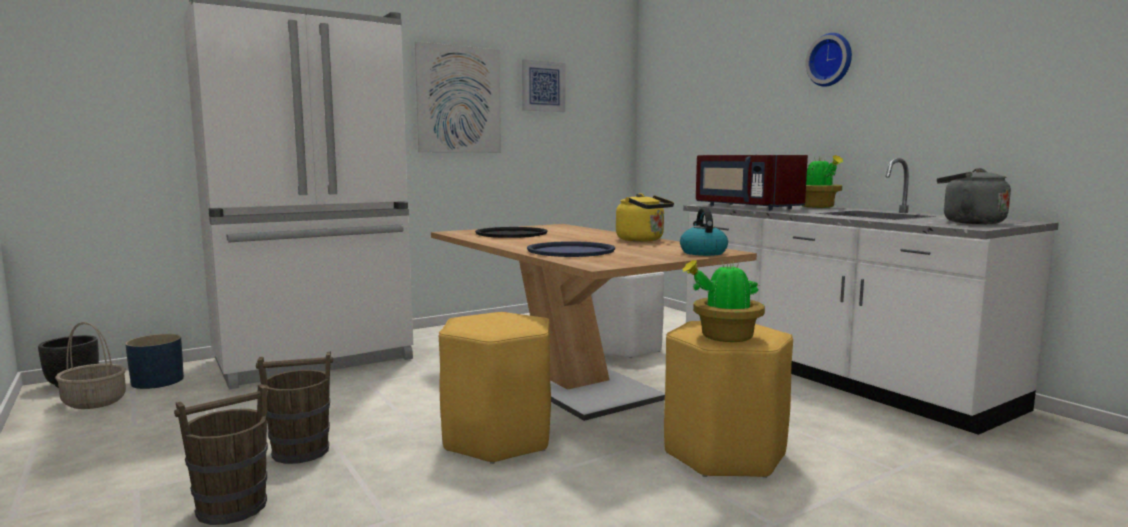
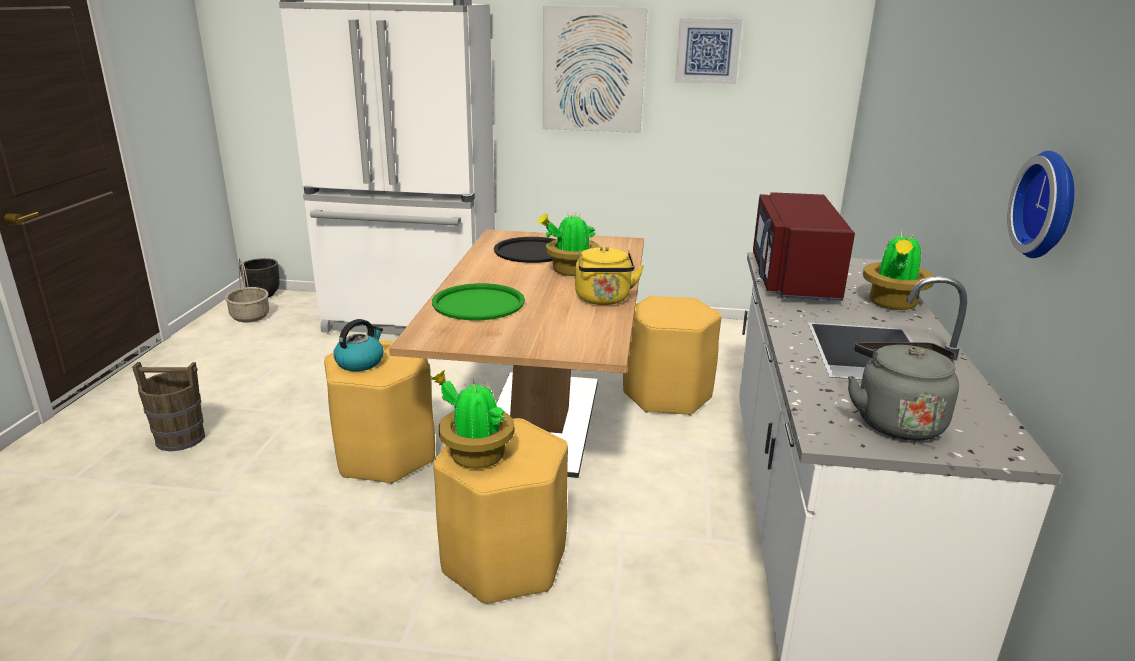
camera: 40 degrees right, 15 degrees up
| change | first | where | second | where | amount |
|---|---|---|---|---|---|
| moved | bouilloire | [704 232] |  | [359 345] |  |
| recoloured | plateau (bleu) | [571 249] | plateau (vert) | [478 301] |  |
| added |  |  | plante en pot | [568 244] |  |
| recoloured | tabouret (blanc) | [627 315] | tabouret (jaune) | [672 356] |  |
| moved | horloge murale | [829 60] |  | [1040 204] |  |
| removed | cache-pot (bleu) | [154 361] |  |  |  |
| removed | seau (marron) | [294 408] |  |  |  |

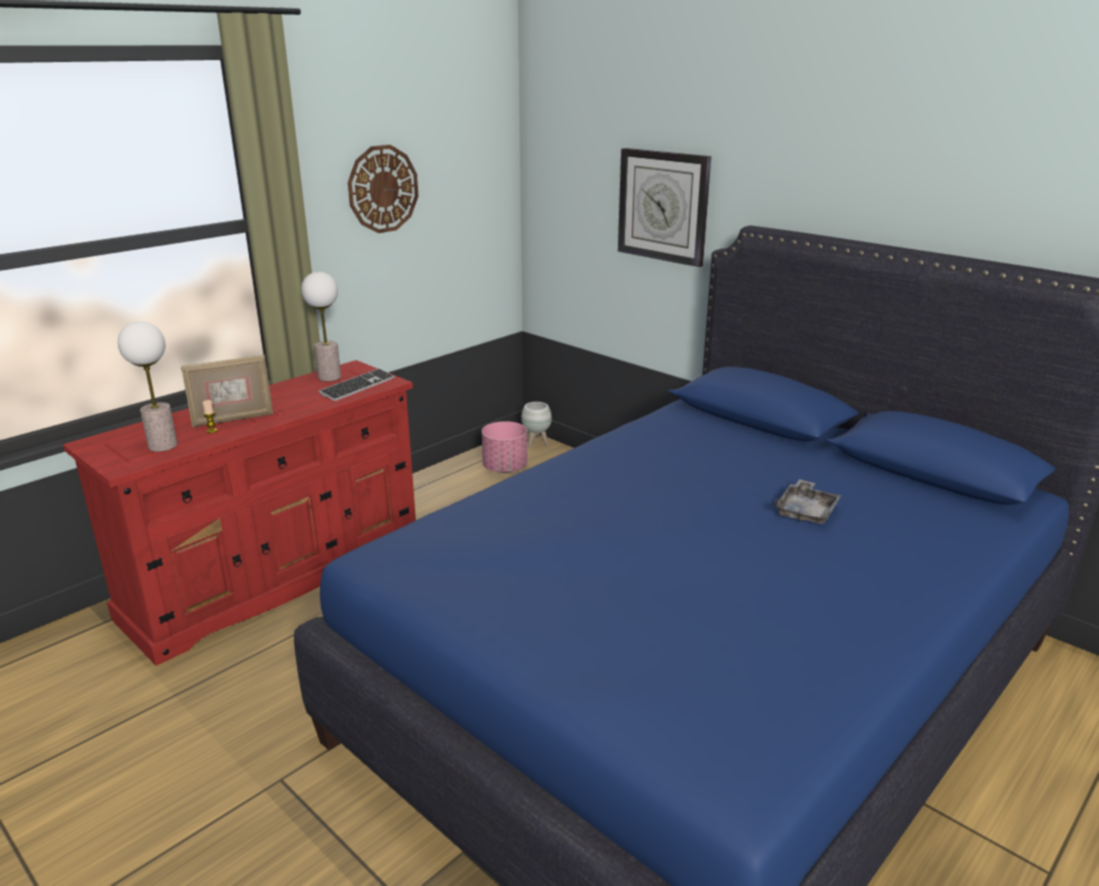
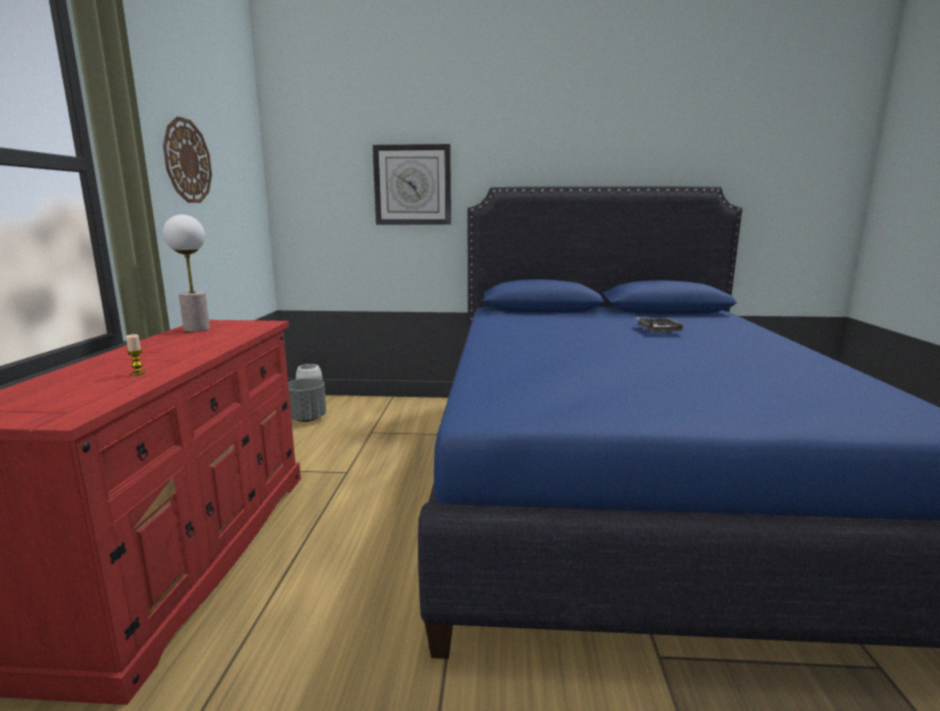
camera: 40 degrees left, 10 degrees down
| change | first | where | second | where | amount |
|---|---|---|---|---|---|
| recoloured | cache-pot (rose) | [504 447] | cache-pot (gris) | [307 400] |  |
| removed | lampe de table | [148 386] |  |  |  |
| removed | cadre photo | [227 391] |  |  |  |
| removed | clavier | [357 384] |  |  |  |

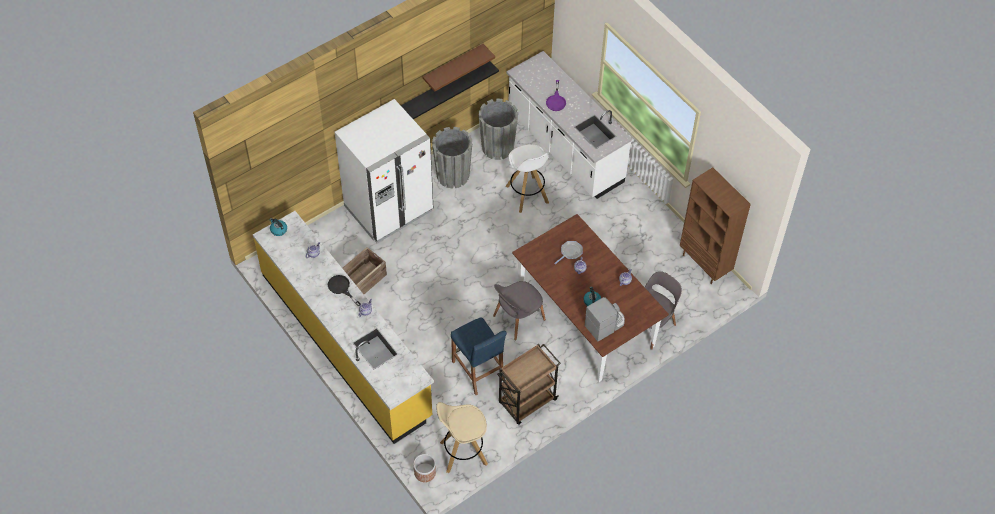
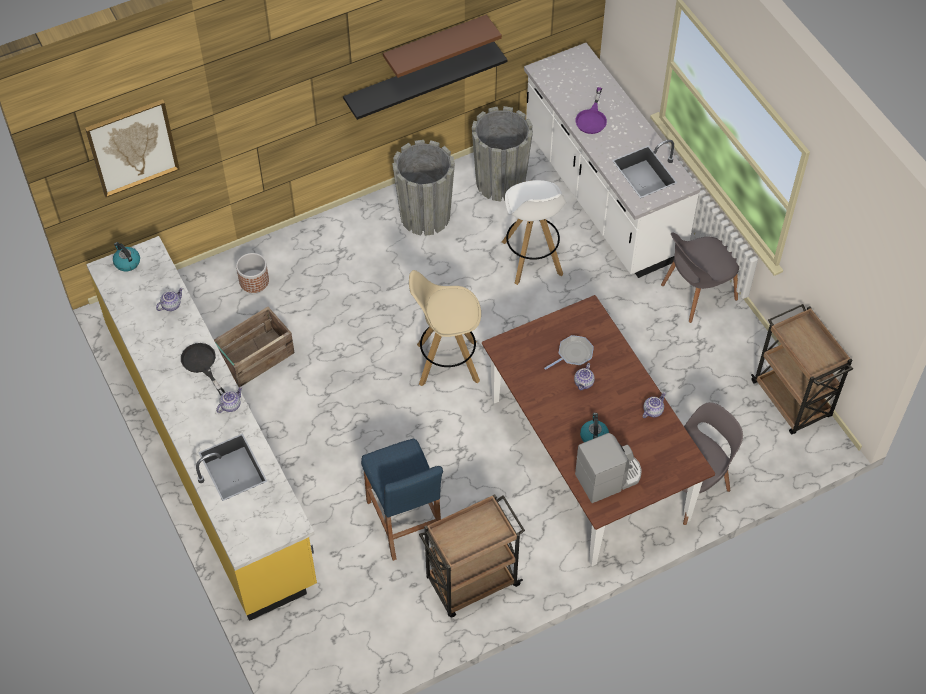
camera: 10 degrees right, 0 degrees up
| change | first | where | second | where | amount |
|---|---|---|---|---|---|
| added |  |  | tableau | [132 148] |  |
| moved | cache-pot | [424 468] |  | [252 273] |  |
| moved | tabouret (beige) | [462 437] |  | [445 328] |  |
| moved | chaise (gris) | [519 310] |  | [700 277] |  |
| replaced | bibliothèque (marron) | [715 225] | chariot (marron) | [802 369] |  |
| removed | réfrigérateur (blanc) | [384 171] |  |  |  |

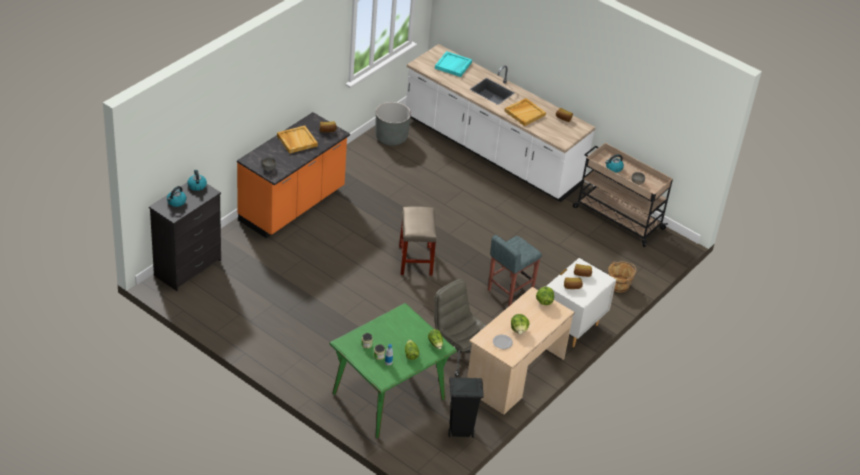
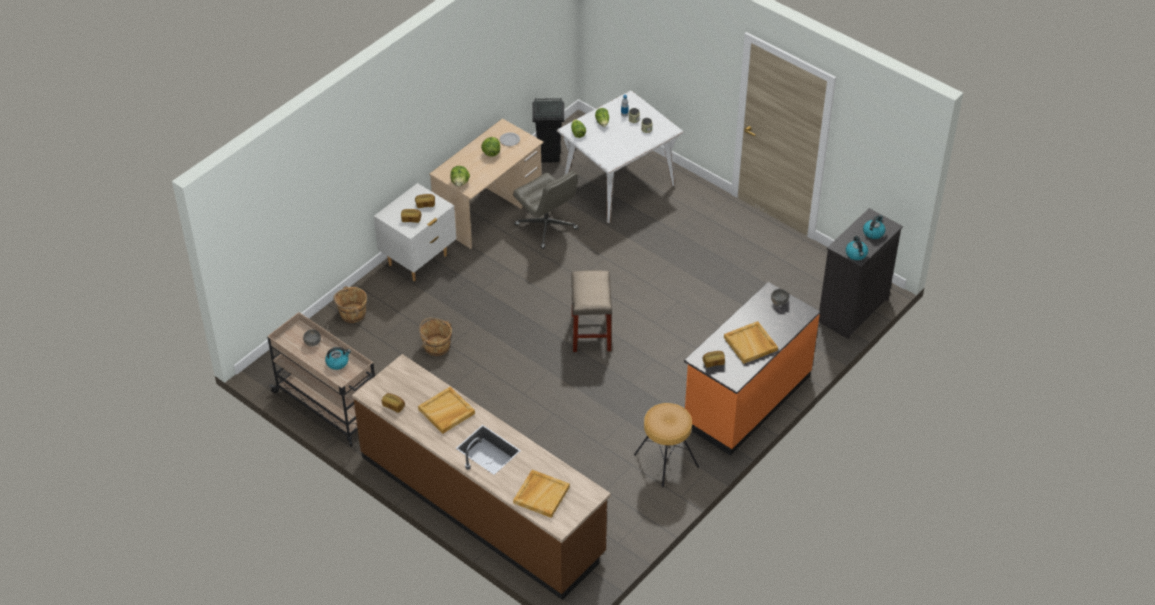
camera: 175 degrees left, 5 degrees up
| change | first | where | second | where | amount |
|---|---|---|---|---|---|
| recoloured | comptoir de cuisine (blanc) | [501 123] | comptoir de cuisine (marron) | [481 477] |  |
| added |  |  | seau (marron) | [435 337] |  |
| recoloured | plateau (turquoise) | [453 64] | plateau (beige) | [541 494] |  |
| recoloured | table à manger (vert) | [393 370] | table à manger (blanc) | [620 156] |  |
| added |  |  | tabouret (marron) | [666 445] |  |
| removed | cache-pot (gris) | [393 124] |  |  |  |
| removed | tabouret (gris) | [515 271] |  |  |  |

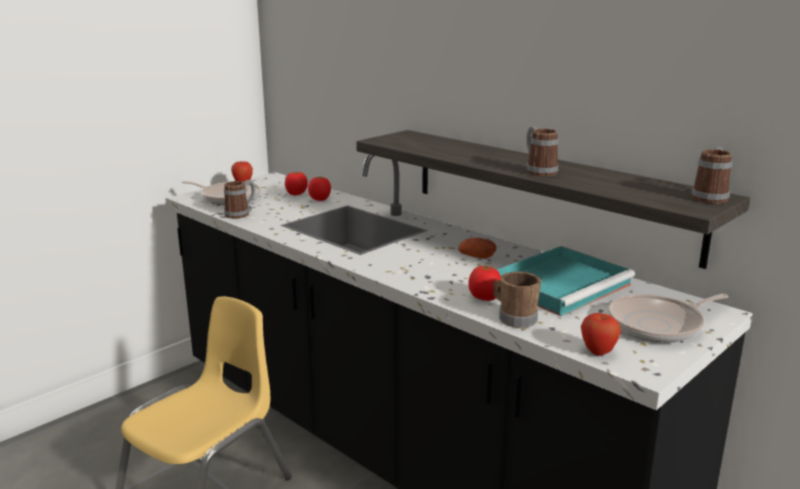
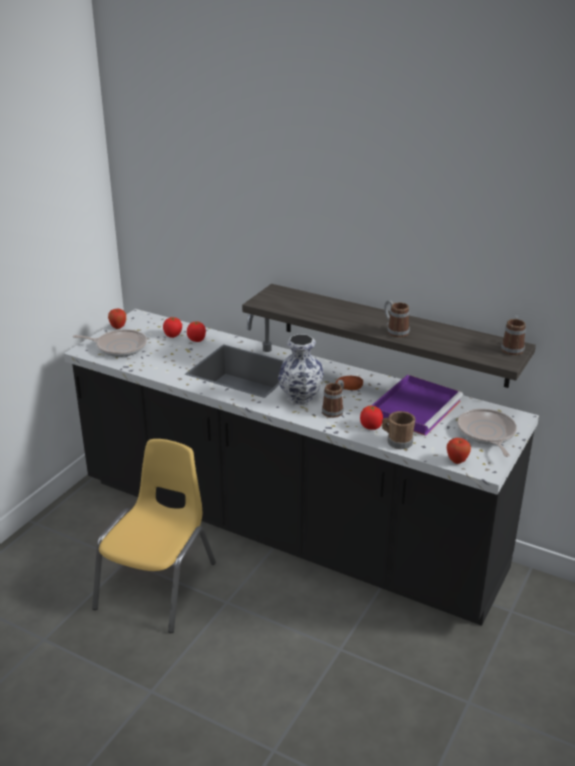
camera: 15 degrees left, 10 degrees up
| change | first | where | second | where | amount |
|---|---|---|---|---|---|
| added |  |  | vase | [301 369] |  |
| moved | mug | [239 199] |  | [333 399] |  |
| recoloured | plateau (turquoise) | [565 281] | plateau (violet) | [417 405] |  |
| turned | poêle | [668 318] |  | [487 433] | 120 degrees clockwise |

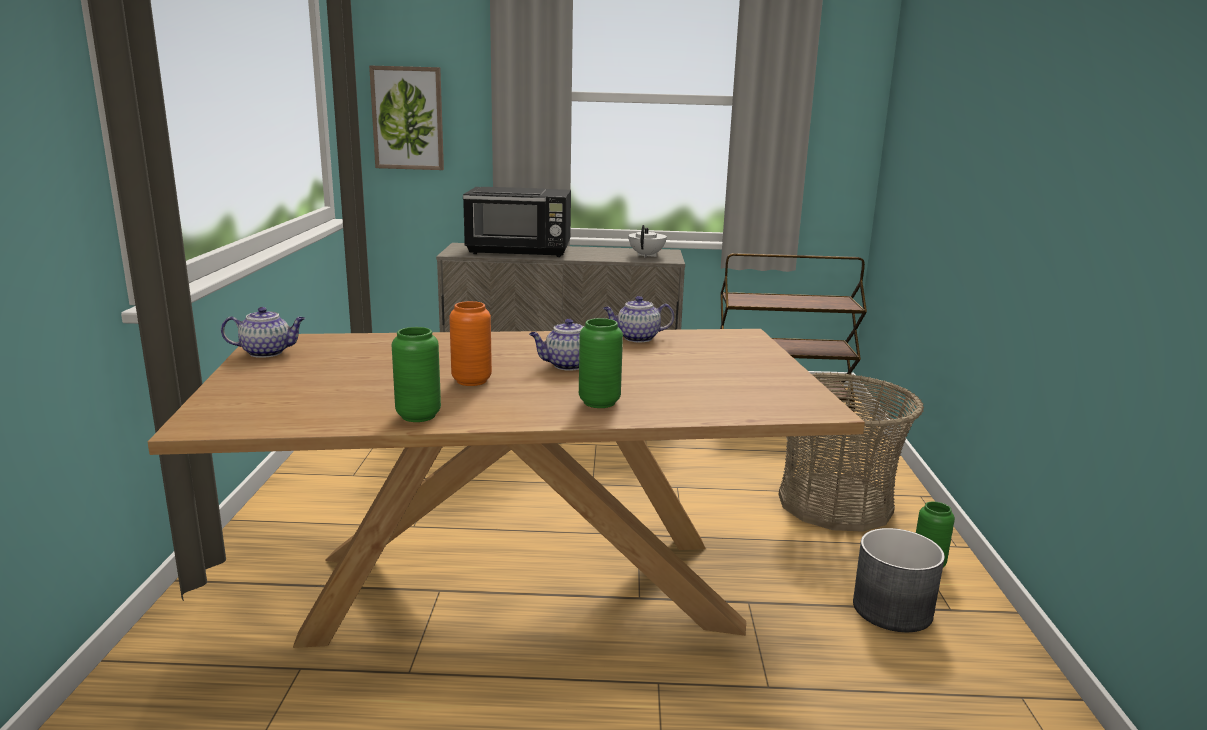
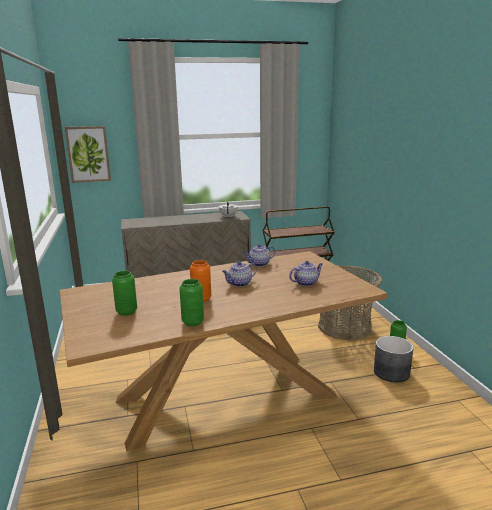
camera: 15 degrees left, 0 degrees up
| change | first | where | second | where | amount |
|---|---|---|---|---|---|
| moved | vase (vert) | [601 363] |  | [124 293] |  |
| moved | théière | [263 332] |  | [306 273] |  |
| removed | micro-ondes (noir) | [517 222] |  |  |  |

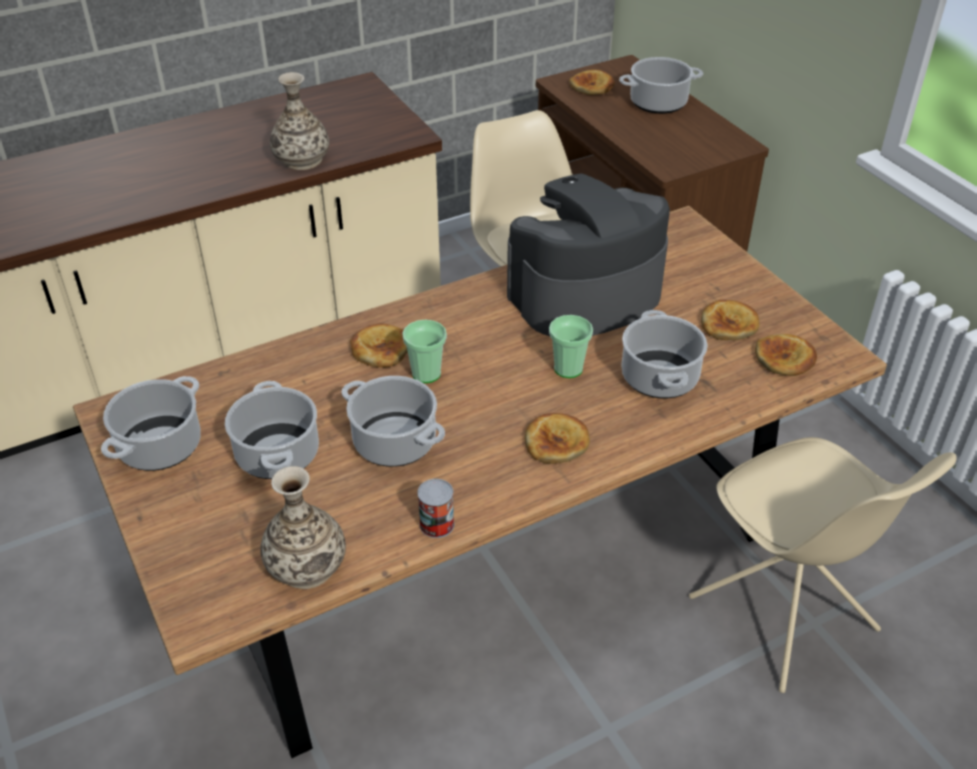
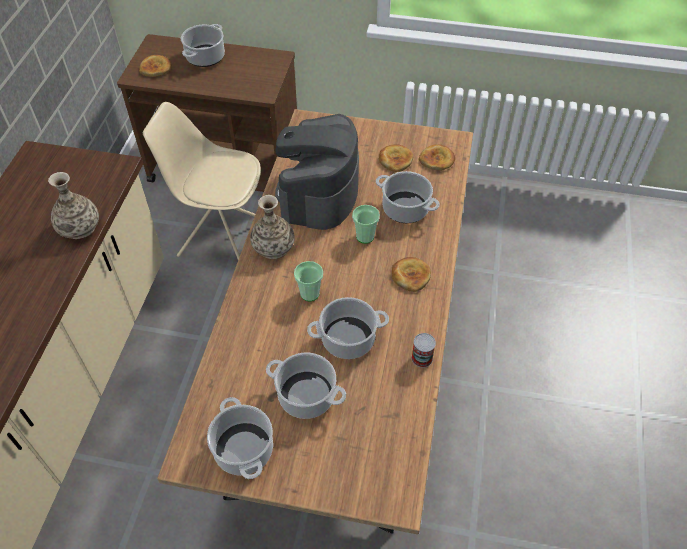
camera: 50 degrees left, 10 degrees up
| change | first | where | second | where | amount |
|---|---|---|---|---|---|
| moved | vase | [303 527] |  | [272 227] |  |
| removed | pain | [379 346] |  |  |  |
| removed | chaise (beige) | [823 565] |  |  |  |

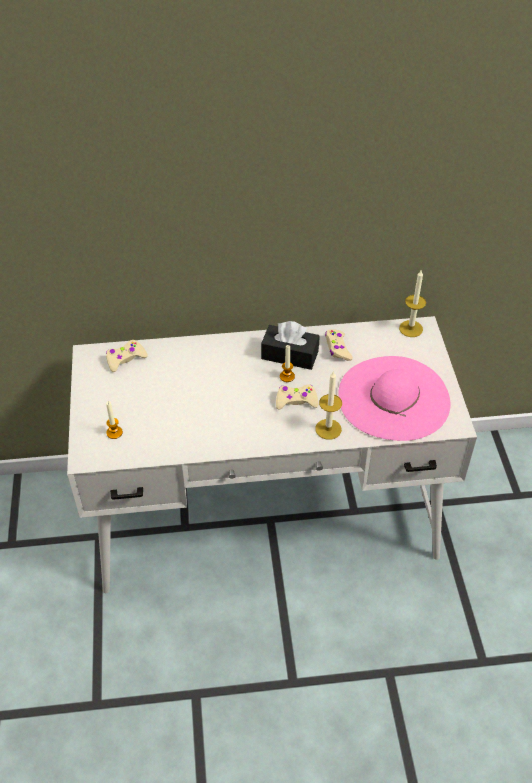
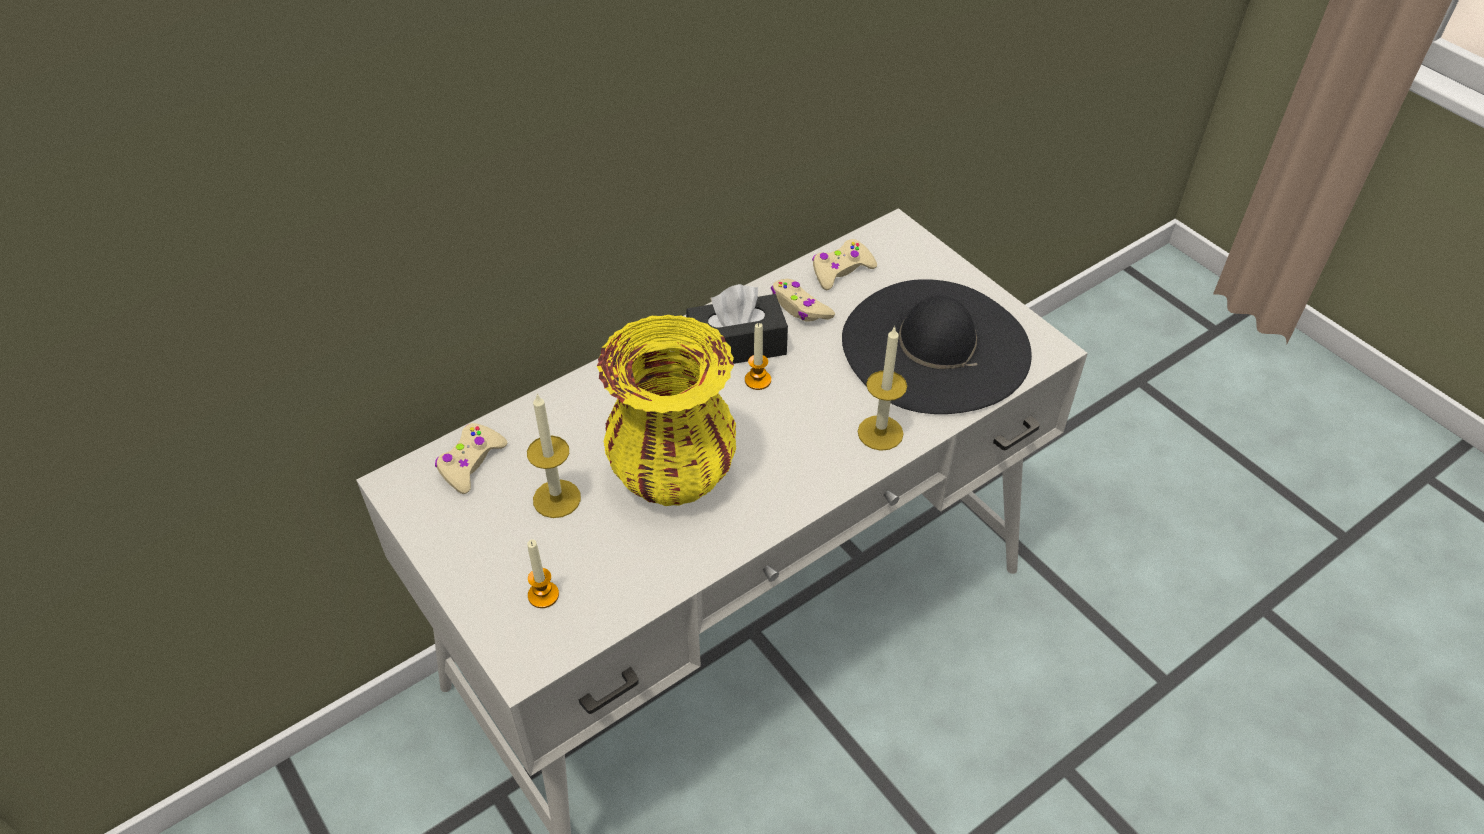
camera: 30 degrees left, 0 degrees up
| change | first | where | second | where | amount |
|---|---|---|---|---|---|
| moved | bougie | [412 303] |  | [554 455] |  |
| added |  |  | vase (jaune) | [666 410] |  |
| moved | manette (beige) | [297 397] |  | [844 264] |  |
| recoloured | chapeau (rose) | [394 398] | chapeau (noir) | [937 346] |  |

